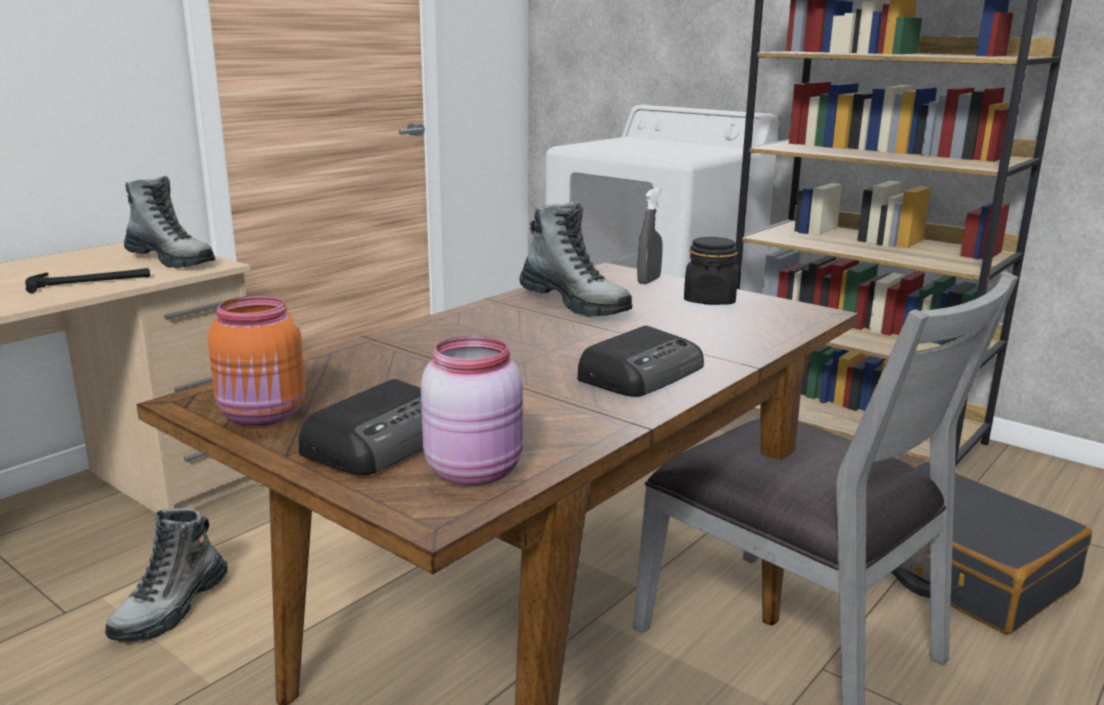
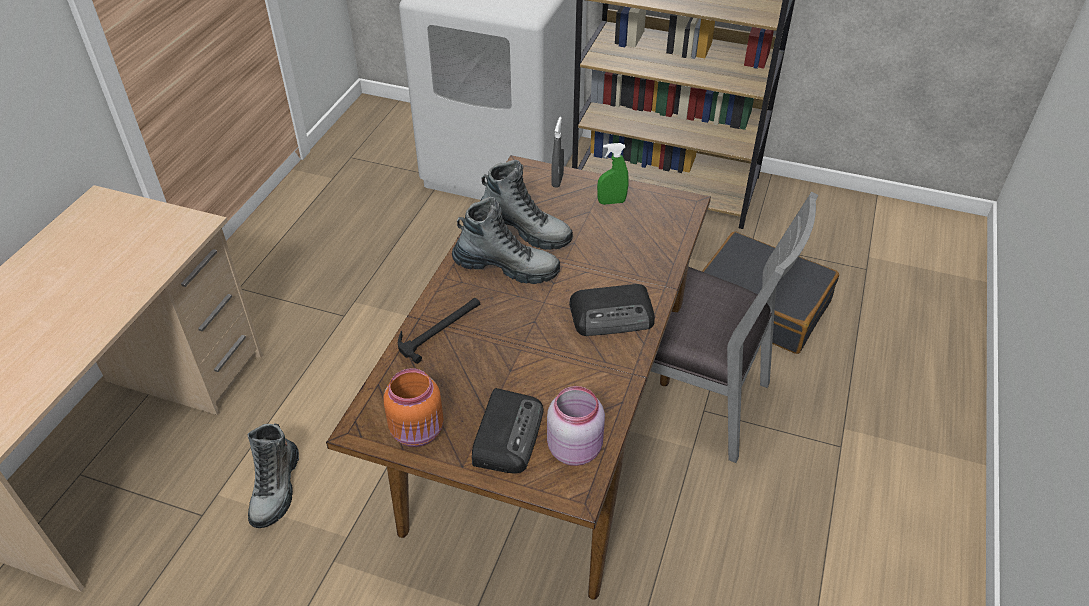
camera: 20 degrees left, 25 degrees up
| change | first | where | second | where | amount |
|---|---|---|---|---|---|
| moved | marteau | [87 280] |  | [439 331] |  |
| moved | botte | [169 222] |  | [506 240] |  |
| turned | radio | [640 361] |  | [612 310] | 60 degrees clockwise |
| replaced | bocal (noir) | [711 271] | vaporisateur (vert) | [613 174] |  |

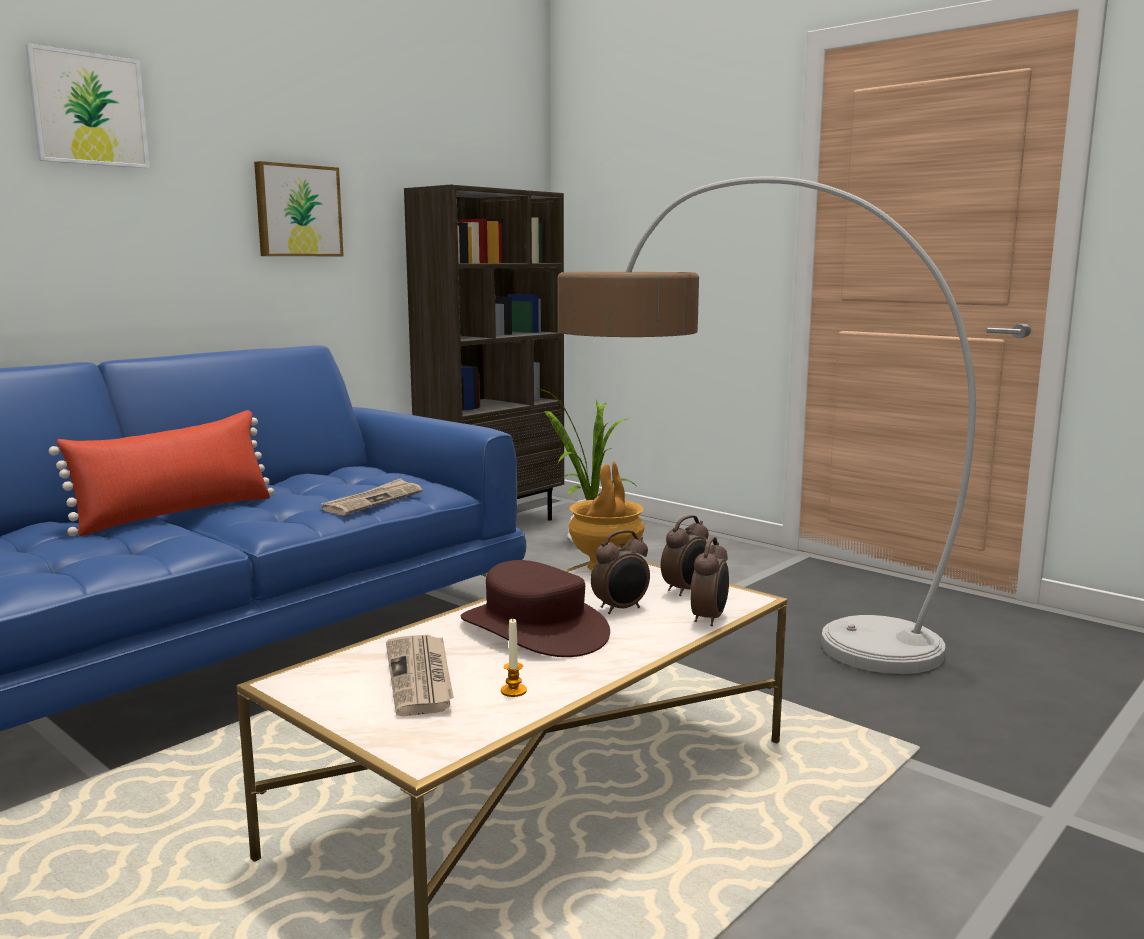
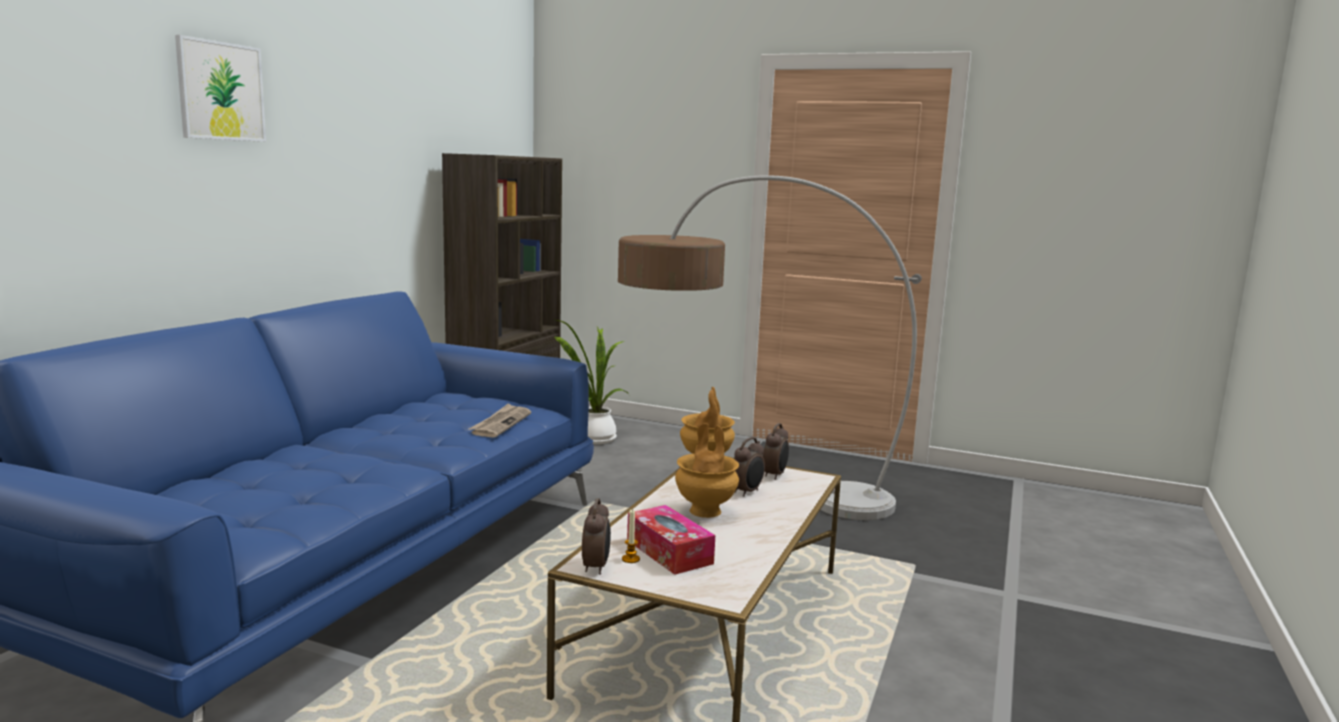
camera: 20 degrees left, 0 degrees up
| change | first | where | second | where | amount |
|---|---|---|---|---|---|
| moved | réveil | [709 581] |  | [596 536] |  |
| moved | bougie | [514 658] |  | [631 536] |  |
| replaced | journal | [420 675] | boîte à mouchoirs | [671 540] |  |
| replaced | chapeau (marron) | [535 608] | vase (marron) | [707 470] |  |
| removed | coussin (rouge) | [161 473] |  |  |  |
| removed | tableau | [299 208] |  |  |  |

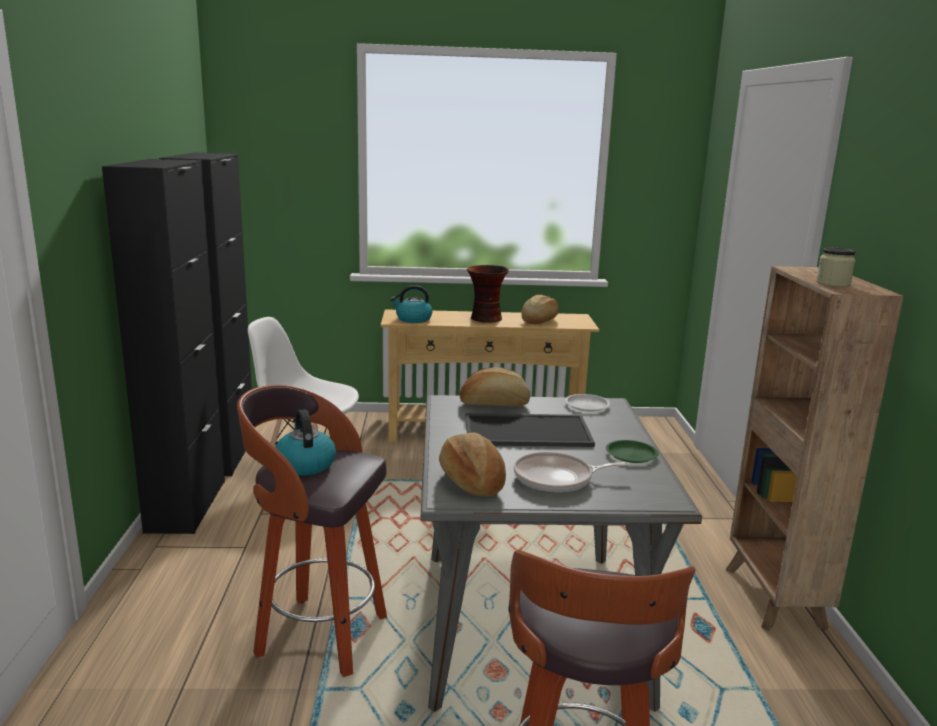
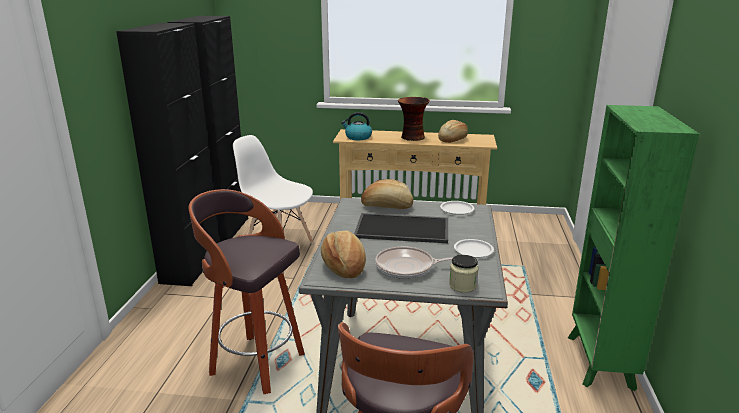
camera: 10 degrees right, 5 degrees up
| change | first | where | second | where | amount |
|---|---|---|---|---|---|
| moved | bocal | [835 267] |  | [464 274] |  |
| recoloured | assiette (vert) | [632 451] | assiette (blanc) | [474 248] |  |
| recoloured | bibliothèque (marron) | [814 448] | bibliothèque (vert) | [633 248] |  |
| removed | bouilloire | [305 442] |  |  |  |

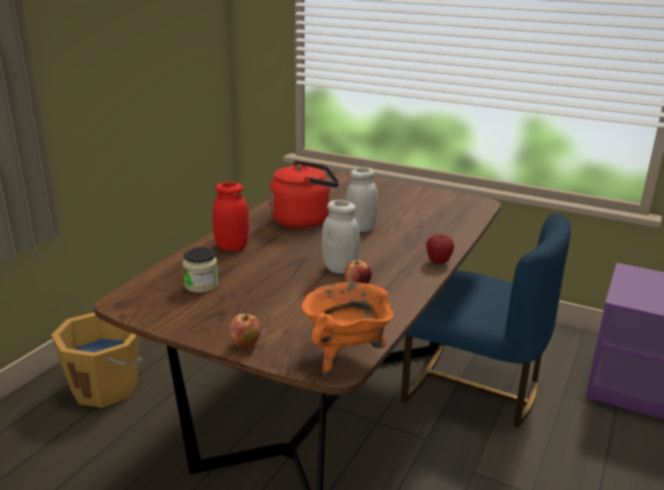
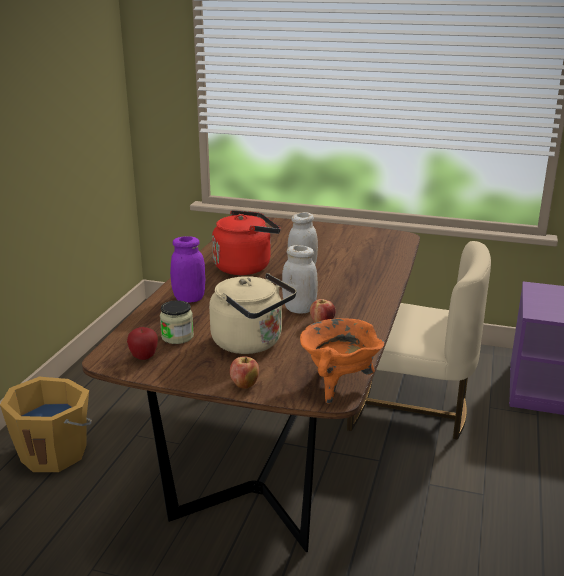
camera: 10 degrees left, 0 degrees up
| change | first | where | second | where | amount |
|---|---|---|---|---|---|
| moved | pomme | [440 249] |  | [142 343] |  |
| recoloured | bocal (rouge) | [231 216] | bocal (violet) | [188 269] |  |
| added |  |  | bouilloire (beige) | [253 313] |  |
| recoloured | chaise (bleu) | [486 320] | chaise (beige) | [419 340] |  |

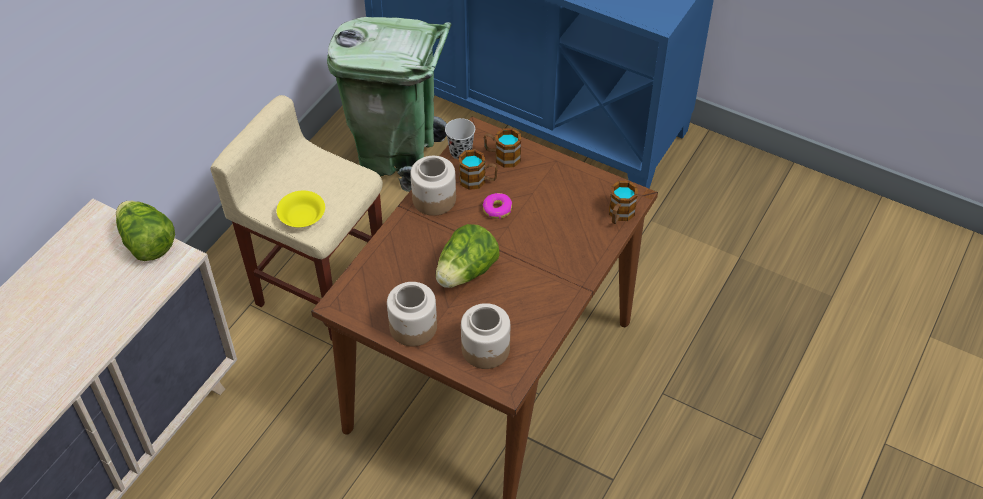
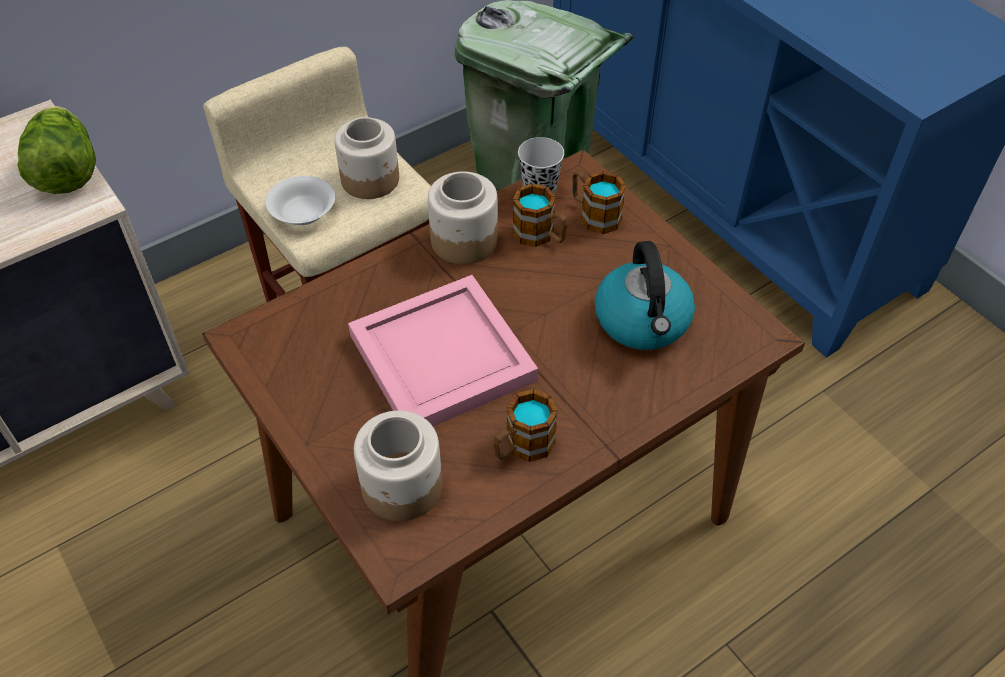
camera: 25 degrees right, 0 degrees up
| change | first | where | second | where | amount |
|---|---|---|---|---|---|
| recoloured | bol (jaune) | [301 209] | bol (blanc) | [300 200] |  |
| moved | bocal | [412 314] |  | [366 158] |  |
| replaced | laitue | [468 256] | plateau (rose) | [443 350] |  |
| moved | mug | [623 202] |  | [525 425] |  |
| added |  |  | bouilloire | [645 295] |  |
| removed | beignet | [497 206] |  |  |  |

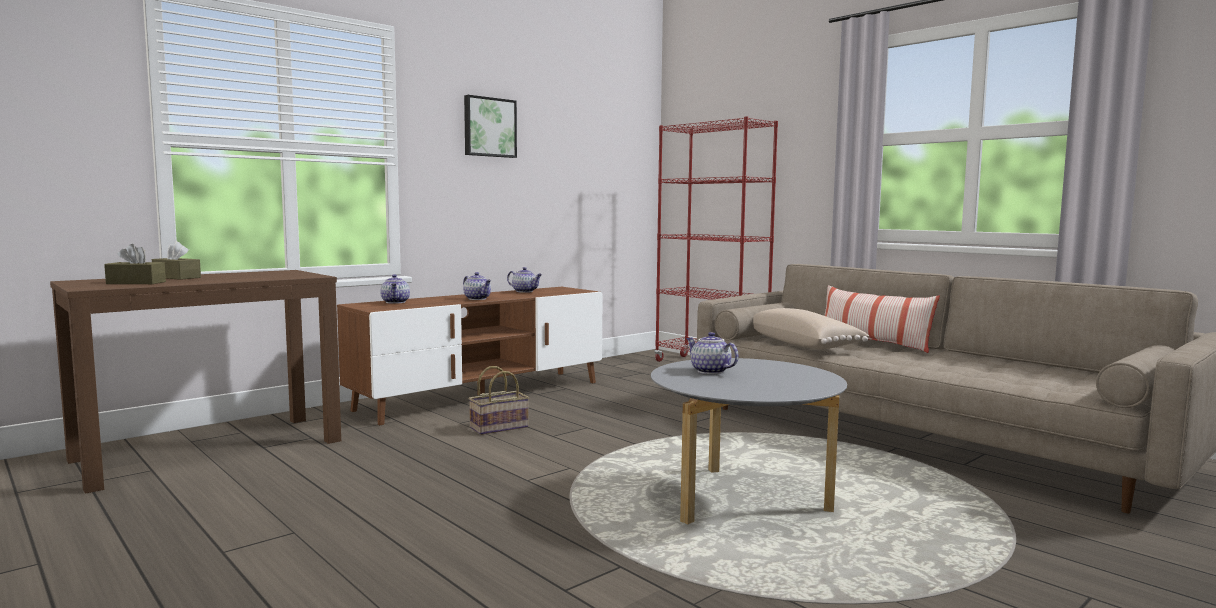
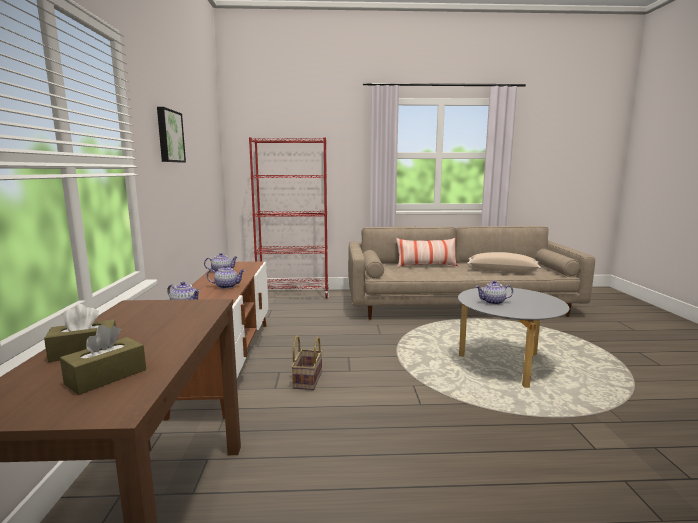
camera: 50 degrees left, 5 degrees up
| change | first | where | second | where | amount |
|---|---|---|---|---|---|
| moved | coussin (beige) | [811 328] |  | [504 262] |  |

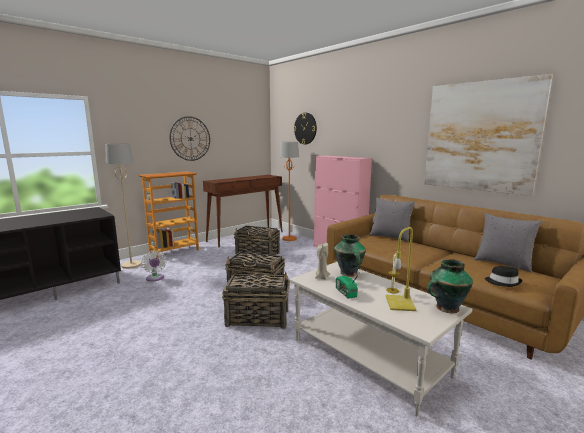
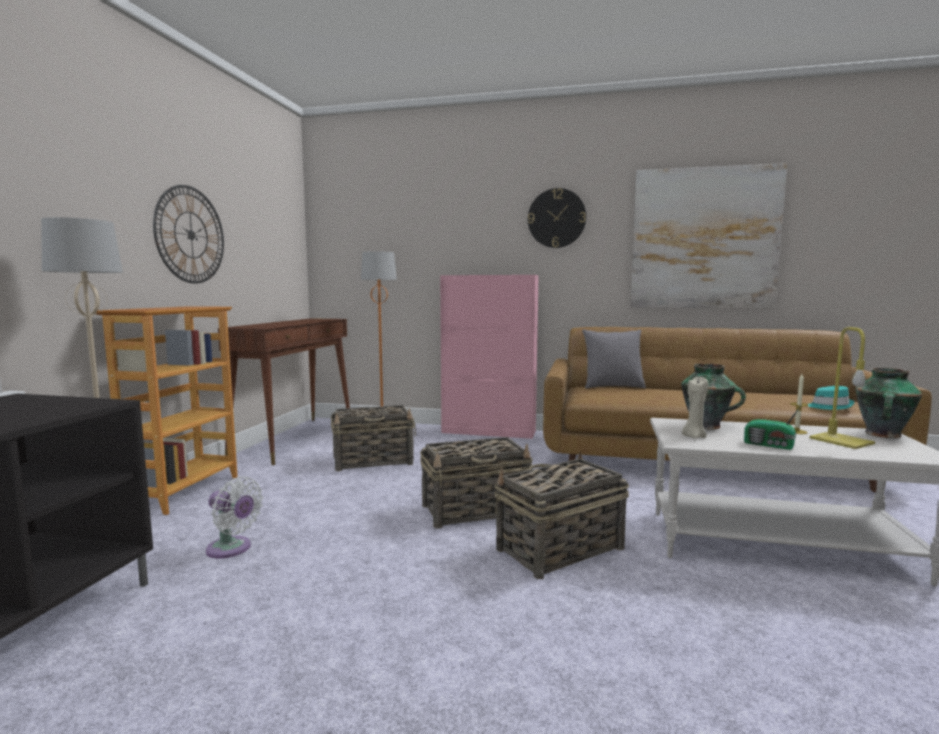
camera: 35 degrees left, 5 degrees down
| change | first | where | second | where | amount |
|---|---|---|---|---|---|
| moved | horloge murale | [305 129] |  | [557 218] |  |
| recoloured | chapeau (noir) | [503 276] | chapeau (turquoise) | [831 398] |  |
| removed | coussin (gris) | [508 242] |  |  |  |

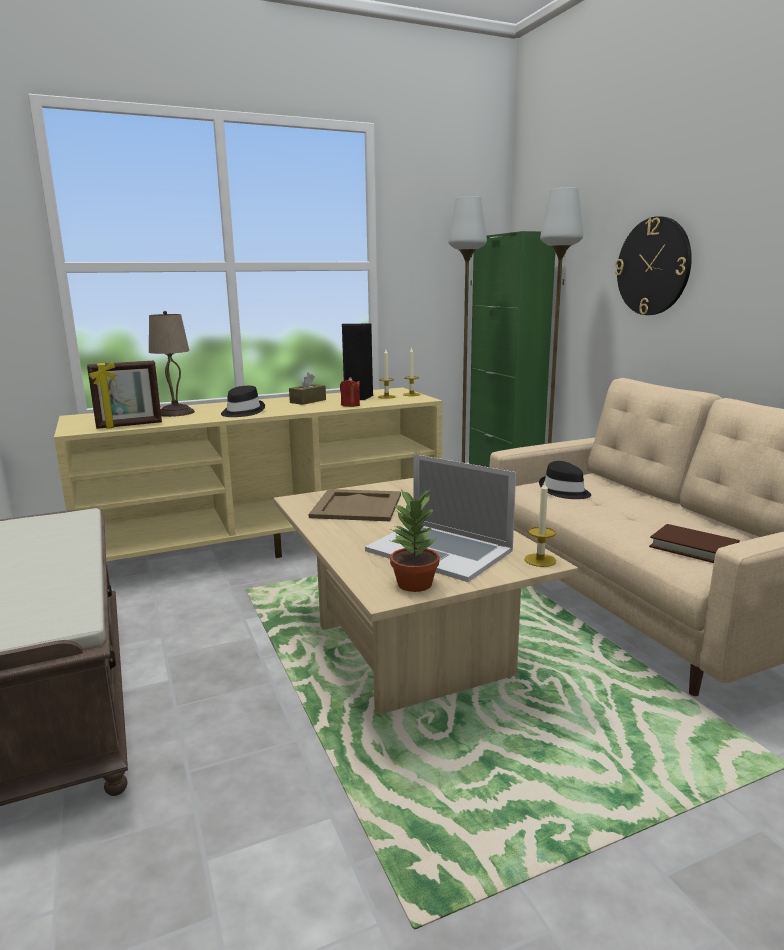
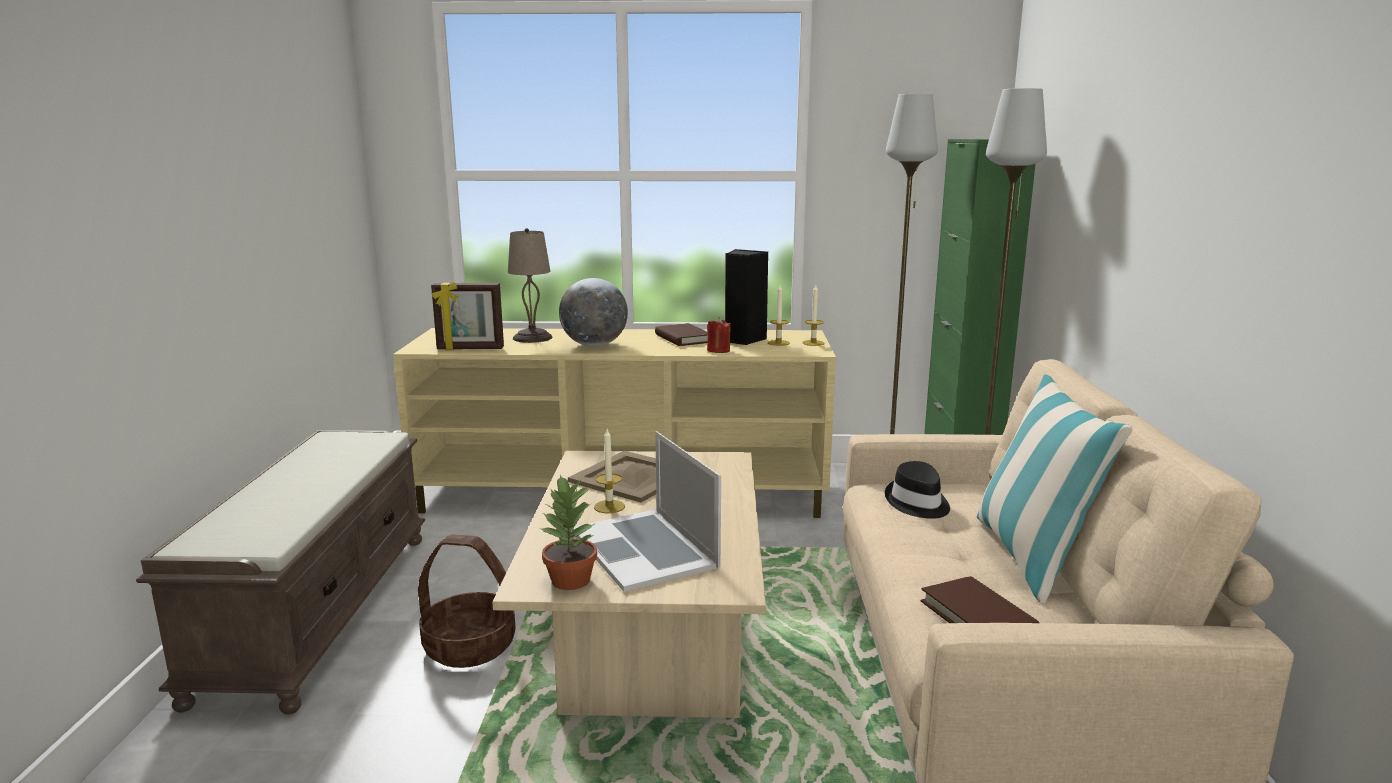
camera: 25 degrees right, 0 degrees up
| change | first | where | second | where | amount |
|---|---|---|---|---|---|
| added |  |  | panier | [467 601] |  |
| replaced | chapeau (noir) | [243 401] | globe | [593 312] |  |
| moved | bougie | [540 524] |  | [609 471] |  |
| replaced | boîte à mouchoirs (marron) | [307 388] | livre (marron) | [681 334] |  |
| added |  |  | coussin | [1055 488] |  |
| removed | horloge murale | [653 265] |  |  |  |

